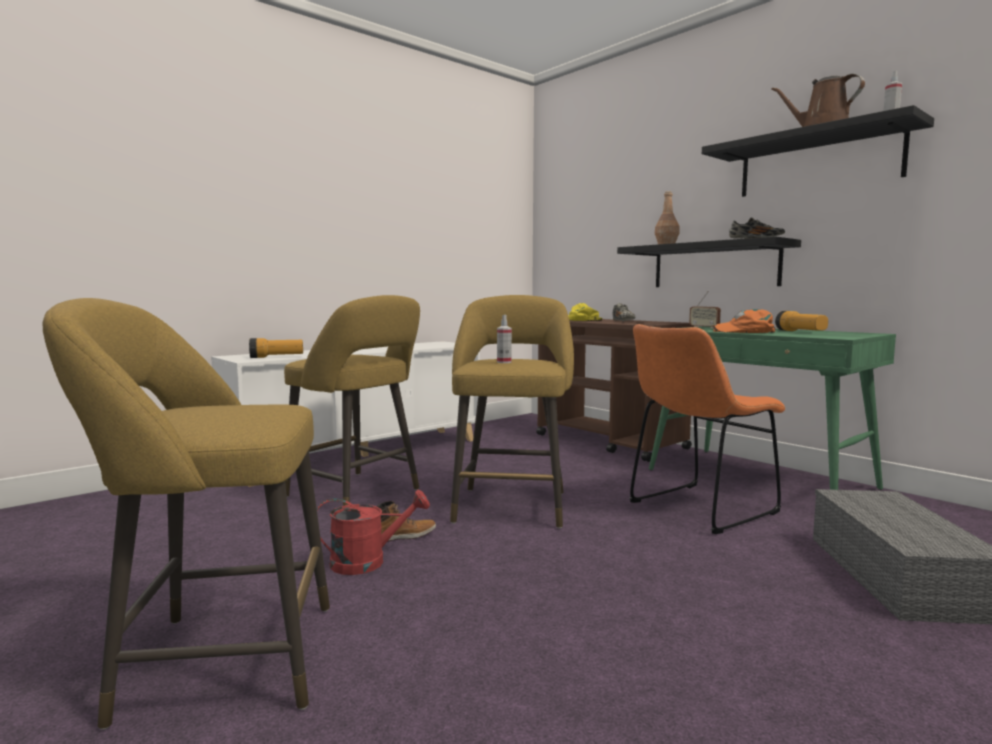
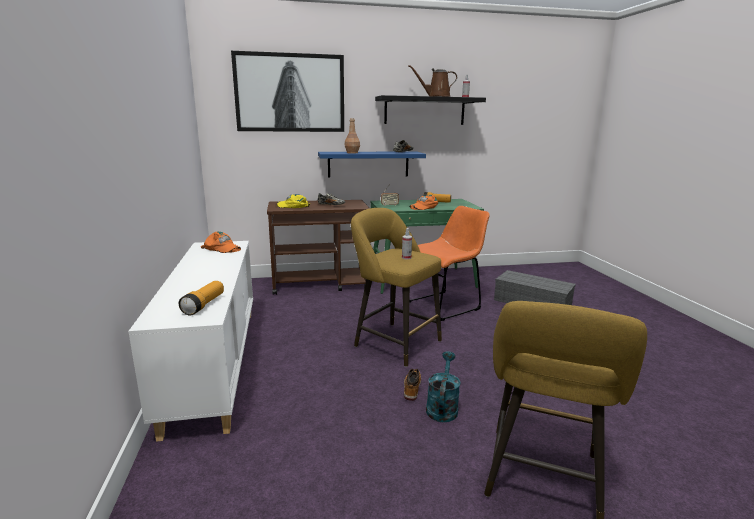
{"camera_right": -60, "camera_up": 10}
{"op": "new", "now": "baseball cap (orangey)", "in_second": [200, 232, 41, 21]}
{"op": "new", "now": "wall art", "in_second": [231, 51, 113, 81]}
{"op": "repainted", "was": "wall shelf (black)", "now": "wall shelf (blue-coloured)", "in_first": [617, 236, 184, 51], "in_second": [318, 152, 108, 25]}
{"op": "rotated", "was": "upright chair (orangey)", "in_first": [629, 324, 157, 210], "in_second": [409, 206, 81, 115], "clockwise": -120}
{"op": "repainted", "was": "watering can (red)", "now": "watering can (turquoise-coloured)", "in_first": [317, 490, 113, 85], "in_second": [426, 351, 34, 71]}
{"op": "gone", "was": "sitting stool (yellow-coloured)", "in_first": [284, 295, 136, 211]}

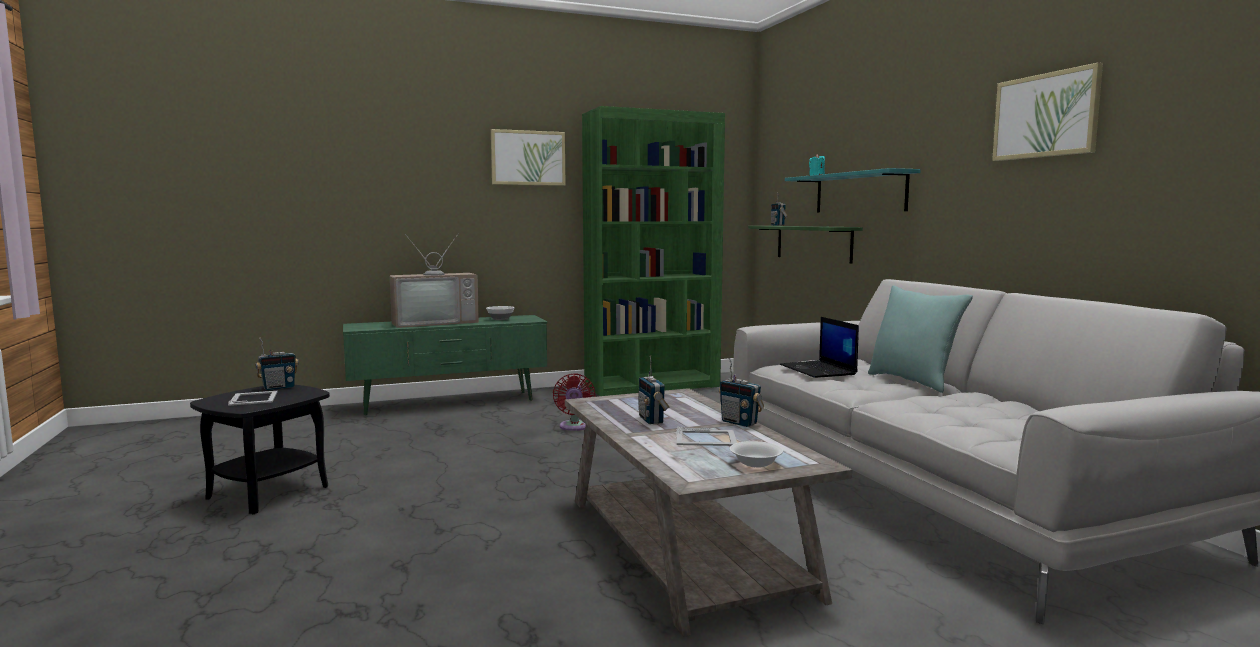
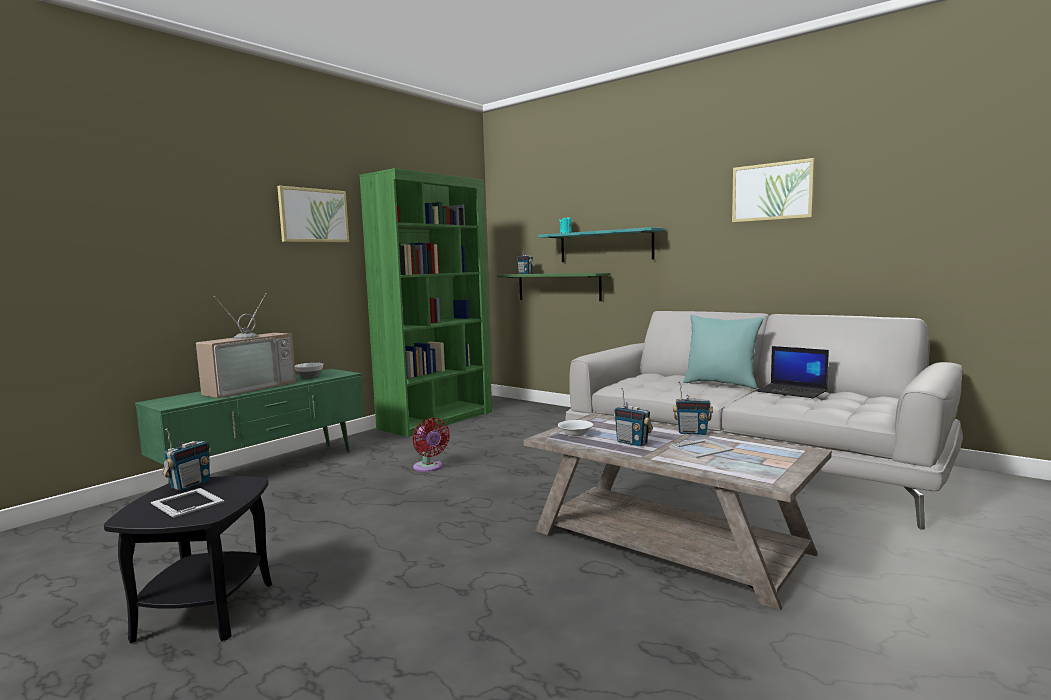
{"camera_right": -30, "camera_up": 0}
{"op": "shifted", "was": "bowl (white)", "in_first": [730, 441, 53, 27], "in_second": [558, 420, 35, 17]}
{"op": "shifted", "was": "notebook computer", "in_first": [780, 317, 79, 61], "in_second": [756, 346, 73, 52]}

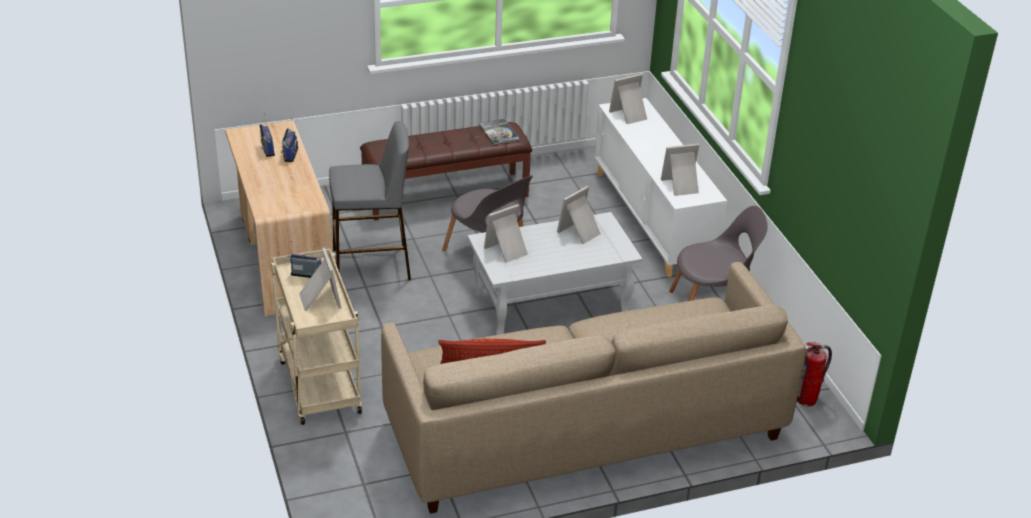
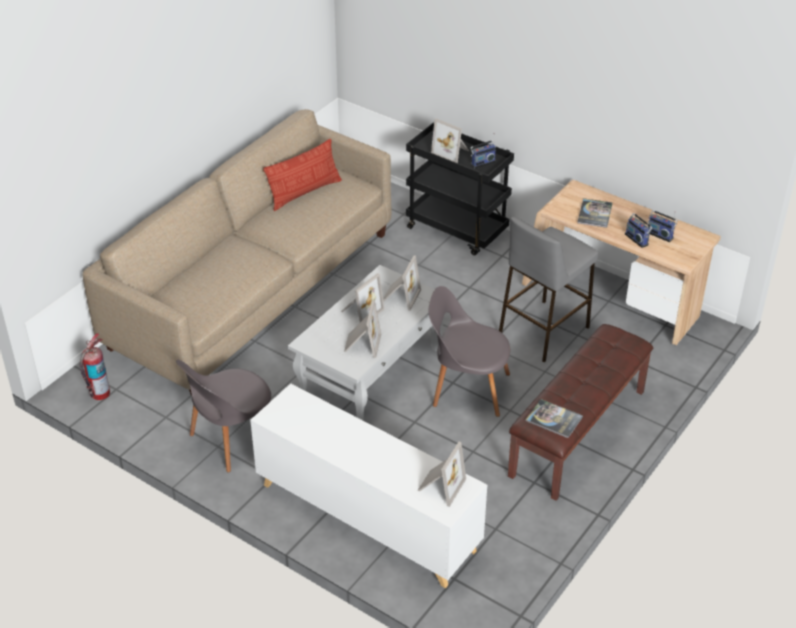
{"camera_right": 145, "camera_up": 5}
{"op": "shifted", "was": "photo frame", "in_first": [661, 144, 38, 52], "in_second": [341, 273, 44, 49]}
{"op": "repainted", "was": "trolley (sand-coloured)", "now": "trolley (black)", "in_first": [271, 249, 91, 176], "in_second": [406, 123, 108, 133]}
{"op": "new", "now": "book", "in_second": [577, 198, 36, 30]}

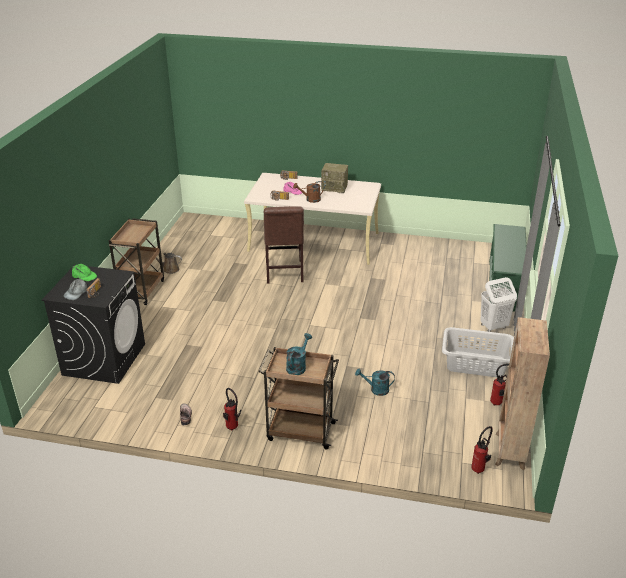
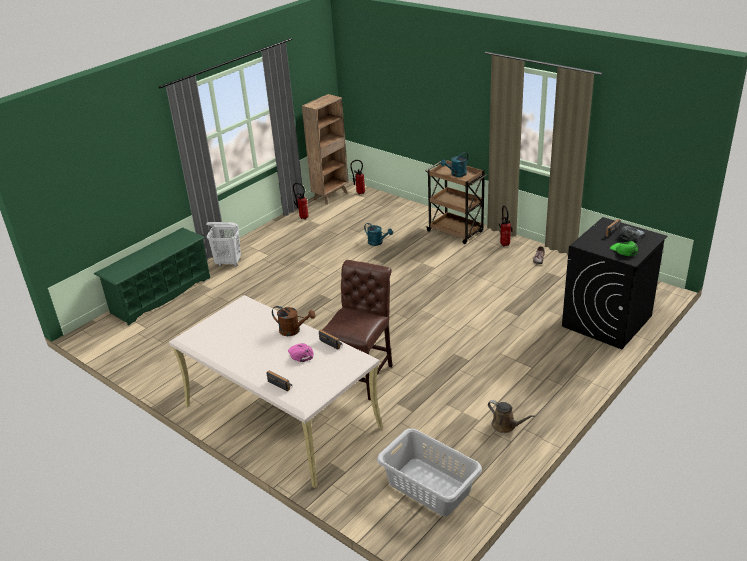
{"camera_right": -150, "camera_up": 0}
{"op": "shifted", "was": "washing basket (greyish)", "in_first": [442, 327, 72, 50], "in_second": [377, 429, 105, 87]}
{"op": "gone", "was": "trolley (brownish)", "in_first": [109, 218, 55, 87]}
{"op": "gone", "was": "radio receiver", "in_first": [321, 163, 27, 30]}

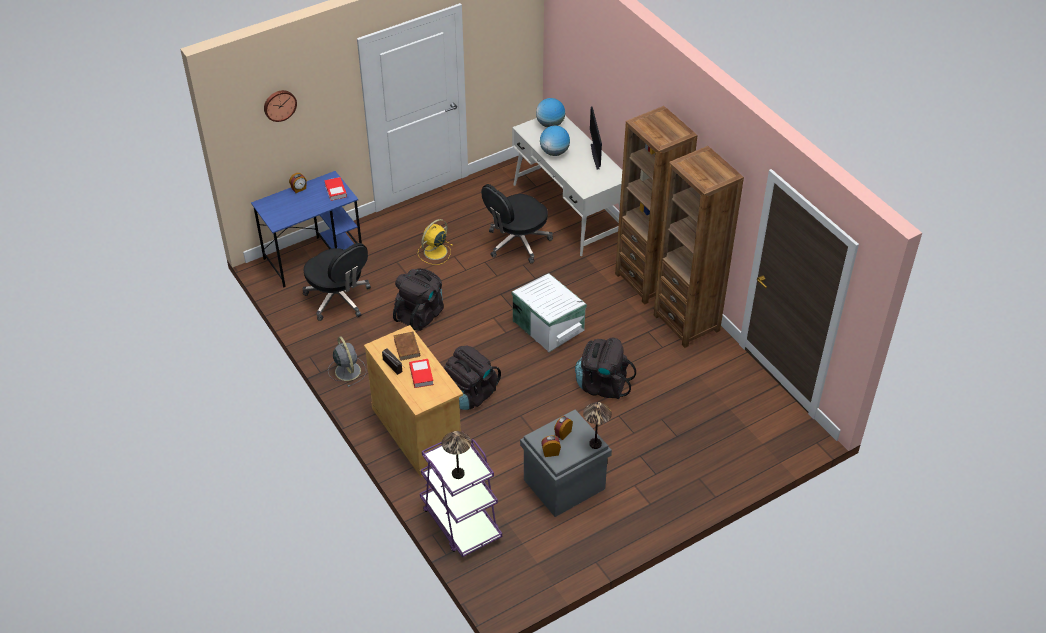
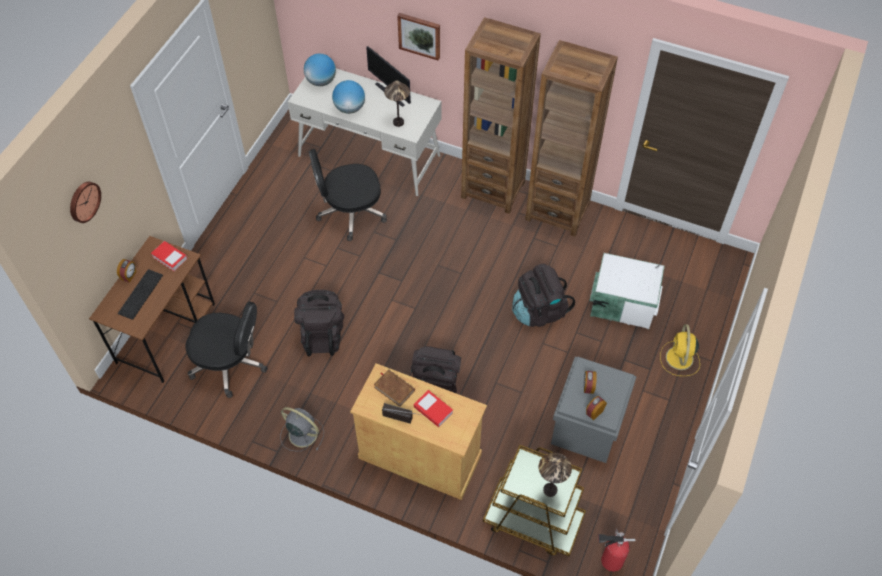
{"camera_right": -35, "camera_up": 10}
{"op": "repainted", "was": "desk unit (blue-coloured)", "now": "desk unit (brownish)", "in_first": [251, 171, 111, 117], "in_second": [89, 236, 126, 147]}
{"op": "new", "now": "PC keyboard", "in_second": [118, 269, 45, 51]}
{"op": "rotated", "was": "desk chair (black)", "in_first": [481, 184, 72, 79], "in_second": [309, 149, 78, 92], "clockwise": 60}
{"op": "shifted", "was": "table lamp", "in_first": [583, 402, 29, 47], "in_second": [384, 81, 26, 46]}
{"op": "new", "now": "wall art", "in_second": [397, 13, 43, 48]}
{"op": "repainted", "was": "trolley (purple)", "now": "trolley (brownish)", "in_first": [420, 439, 82, 118], "in_second": [483, 445, 103, 111]}
{"op": "shifted", "was": "storage container (white)", "in_first": [512, 273, 75, 80], "in_second": [589, 253, 76, 76]}
{"op": "new", "now": "fire extinguisher", "in_second": [598, 528, 37, 44]}
{"op": "shifted", "was": "cooling fan (yellow-coloured)", "in_first": [418, 219, 35, 46], "in_second": [660, 324, 40, 52]}

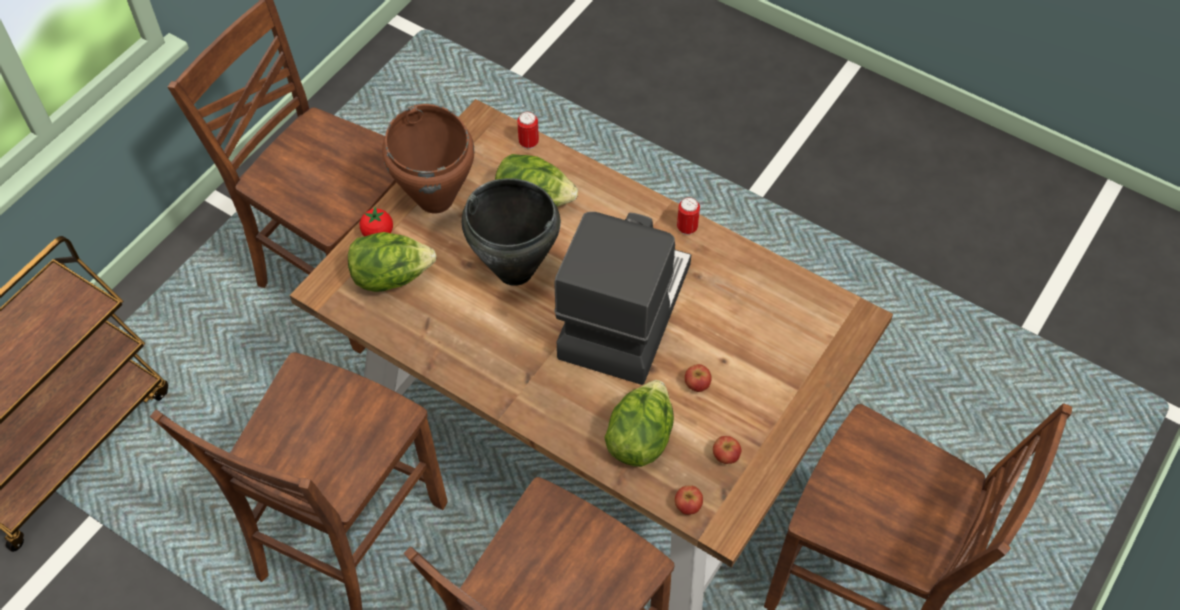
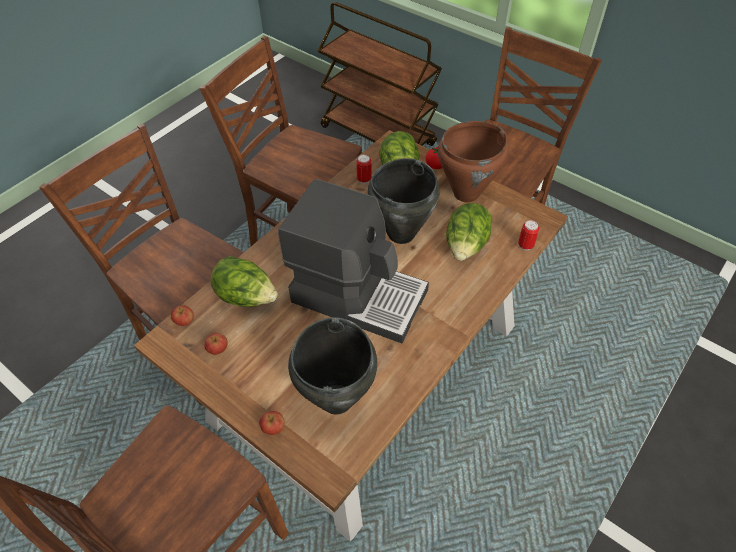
{"camera_right": 95, "camera_up": -5}
{"op": "shifted", "was": "whole apple", "in_first": [685, 364, 27, 28], "in_second": [259, 411, 26, 24]}
{"op": "new", "now": "saucepot (black)", "in_second": [288, 317, 89, 97]}
{"op": "shifted", "was": "can", "in_first": [677, 197, 23, 38], "in_second": [356, 155, 15, 29]}

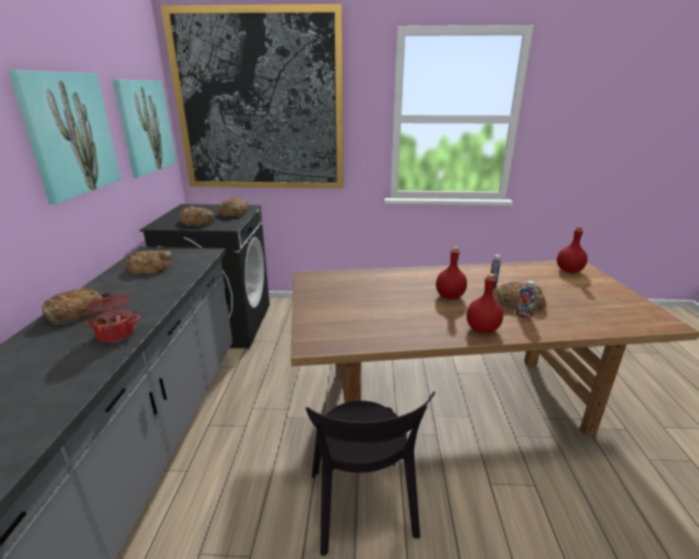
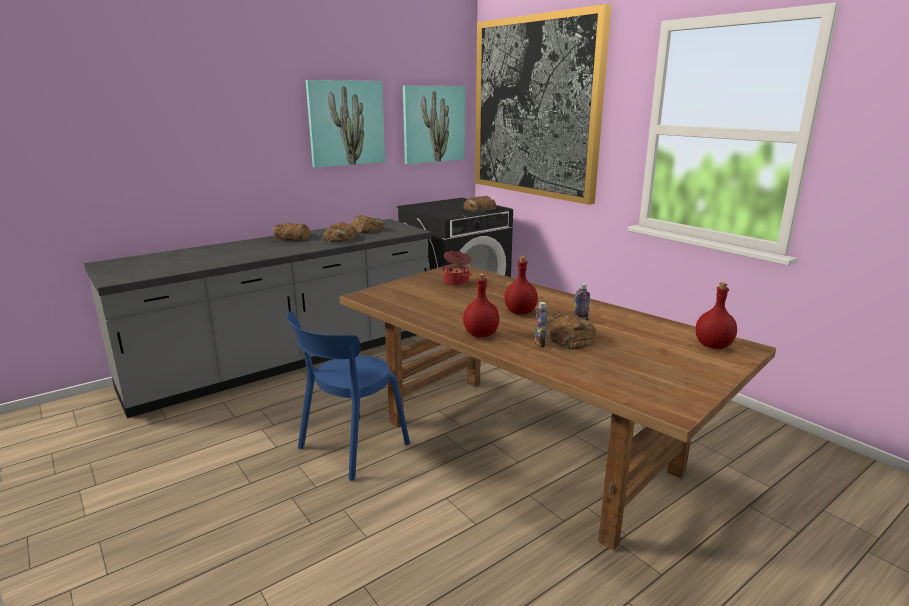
{"camera_right": 50, "camera_up": -5}
{"op": "repainted", "was": "upright chair (black)", "now": "upright chair (blue-coloured)", "in_first": [306, 391, 129, 165], "in_second": [287, 311, 123, 170]}
{"op": "shifted", "was": "baked bread", "in_first": [179, 206, 36, 21], "in_second": [323, 222, 34, 20]}
{"op": "shifted", "was": "saucepot", "in_first": [85, 293, 55, 50], "in_second": [441, 251, 31, 35]}

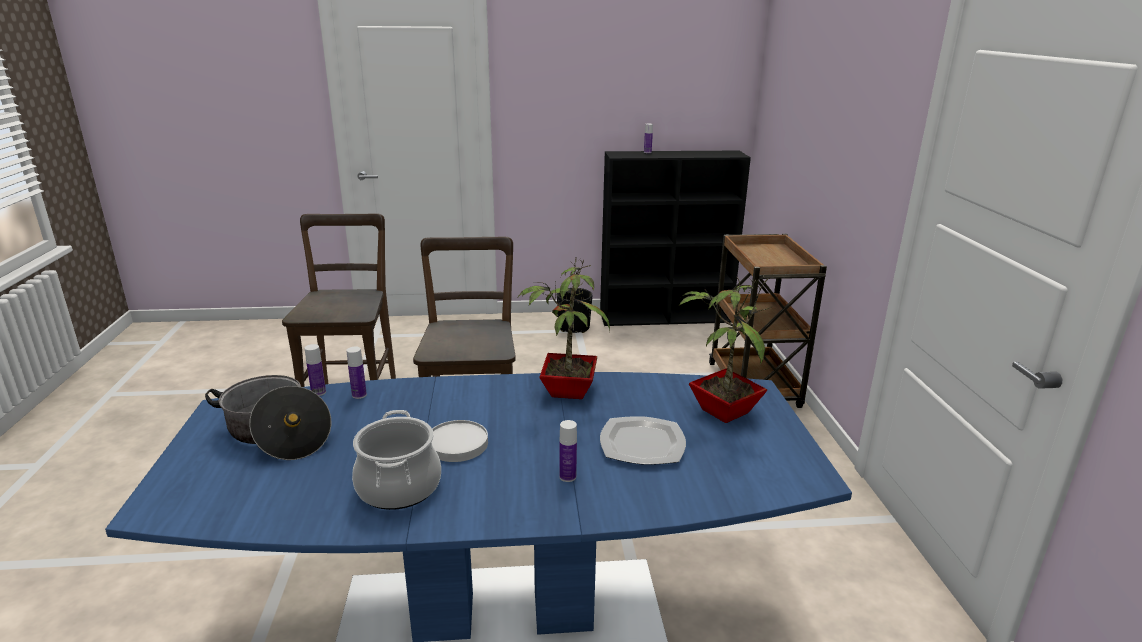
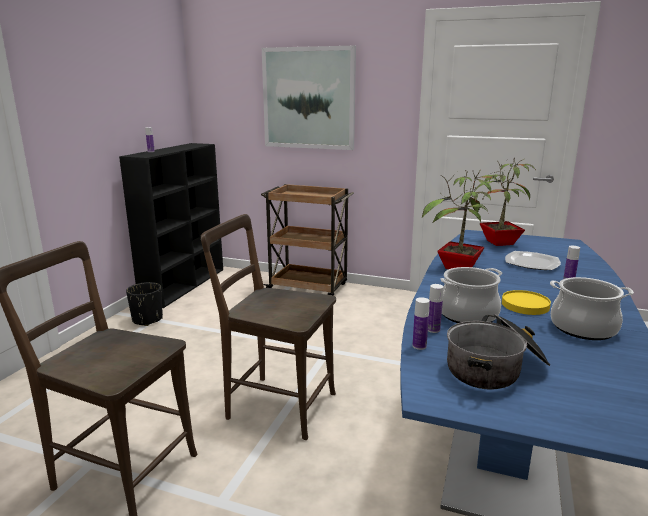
{"camera_right": -65, "camera_up": -5}
{"op": "new", "now": "wall art", "in_second": [262, 46, 94, 104]}
{"op": "new", "now": "saucepot", "in_second": [440, 267, 62, 56]}
{"op": "repainted", "was": "plate (white)", "now": "plate (yellow-coloured)", "in_first": [432, 420, 56, 42], "in_second": [502, 290, 49, 25]}

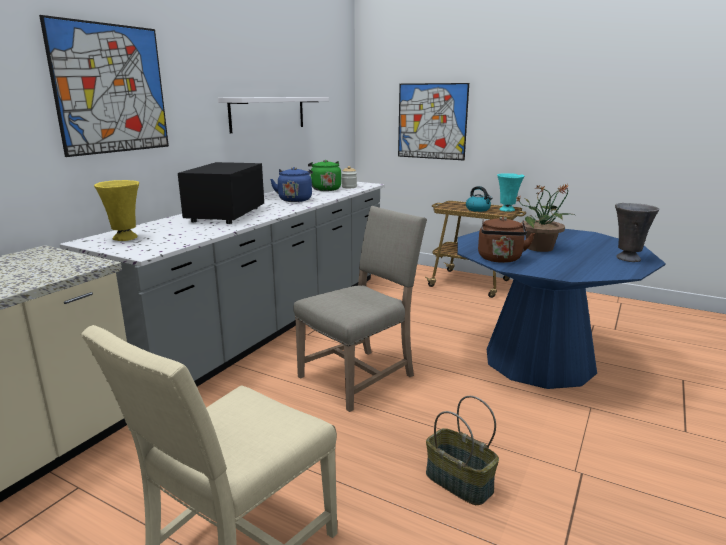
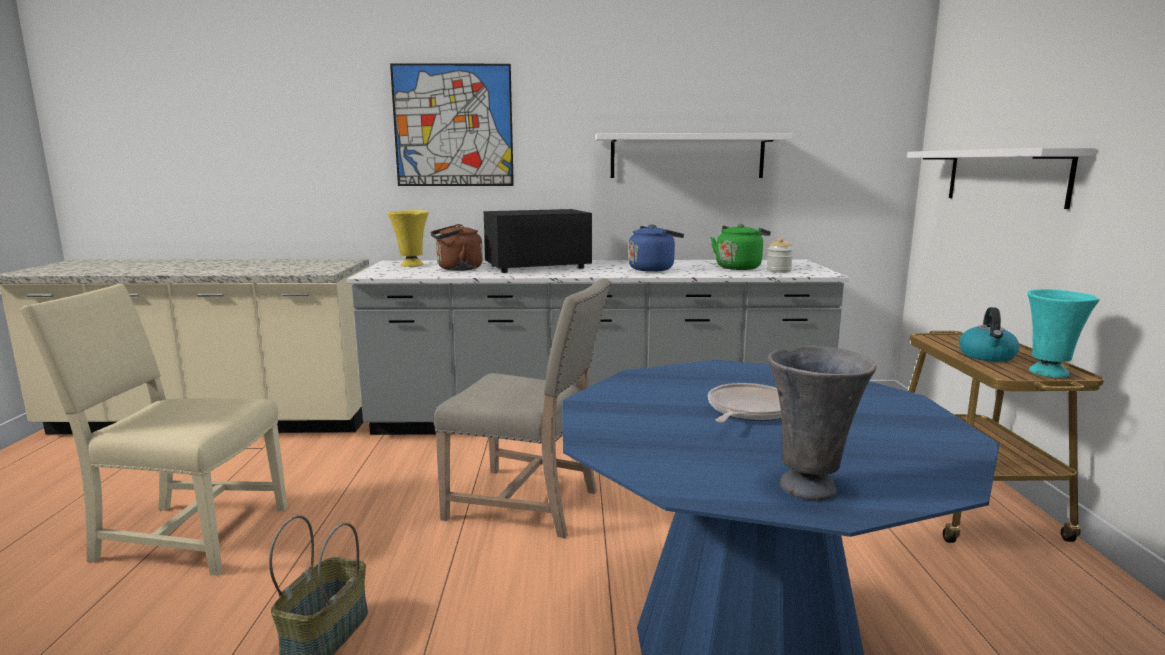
{"camera_right": 60, "camera_up": -5}
{"op": "shifted", "was": "kettle (brownish)", "in_first": [478, 217, 57, 46], "in_second": [430, 224, 53, 47]}
{"op": "swapped", "was": "potted plant", "now": "skillet", "in_first": [515, 184, 61, 68], "in_second": [708, 383, 73, 40]}
{"op": "swapped", "was": "wall art", "now": "wall shelf (white)", "in_first": [398, 83, 71, 77], "in_second": [907, 148, 190, 61]}

